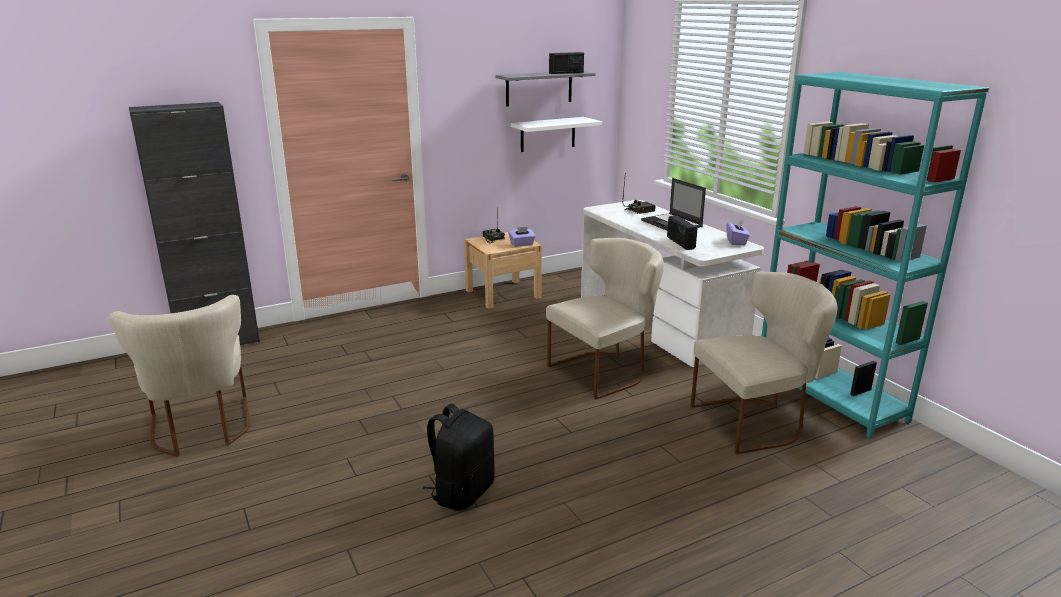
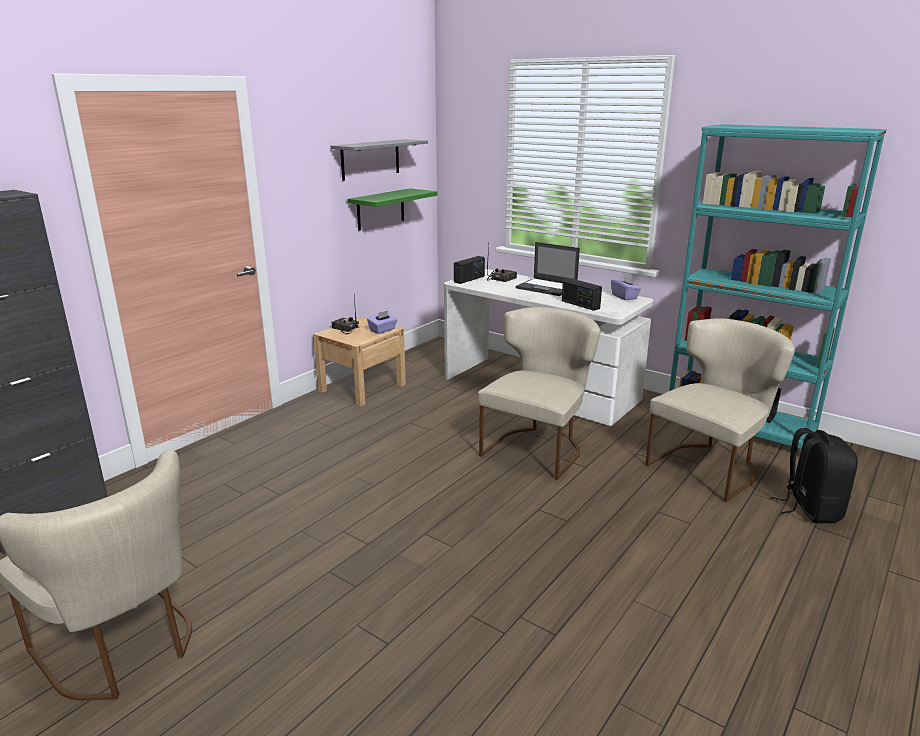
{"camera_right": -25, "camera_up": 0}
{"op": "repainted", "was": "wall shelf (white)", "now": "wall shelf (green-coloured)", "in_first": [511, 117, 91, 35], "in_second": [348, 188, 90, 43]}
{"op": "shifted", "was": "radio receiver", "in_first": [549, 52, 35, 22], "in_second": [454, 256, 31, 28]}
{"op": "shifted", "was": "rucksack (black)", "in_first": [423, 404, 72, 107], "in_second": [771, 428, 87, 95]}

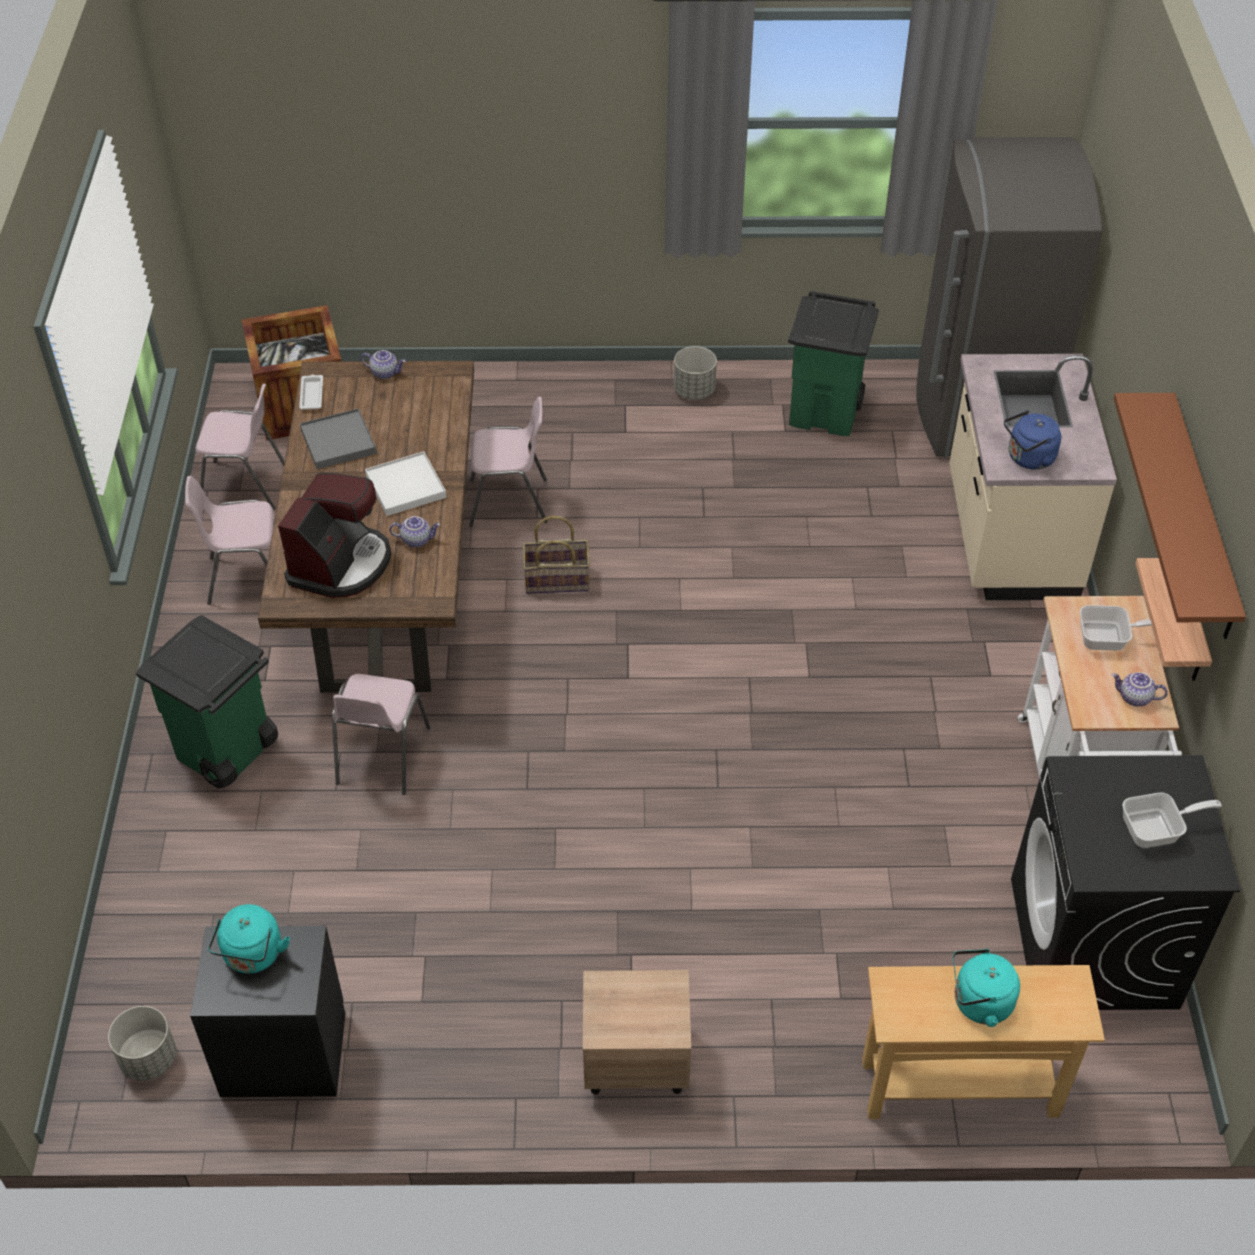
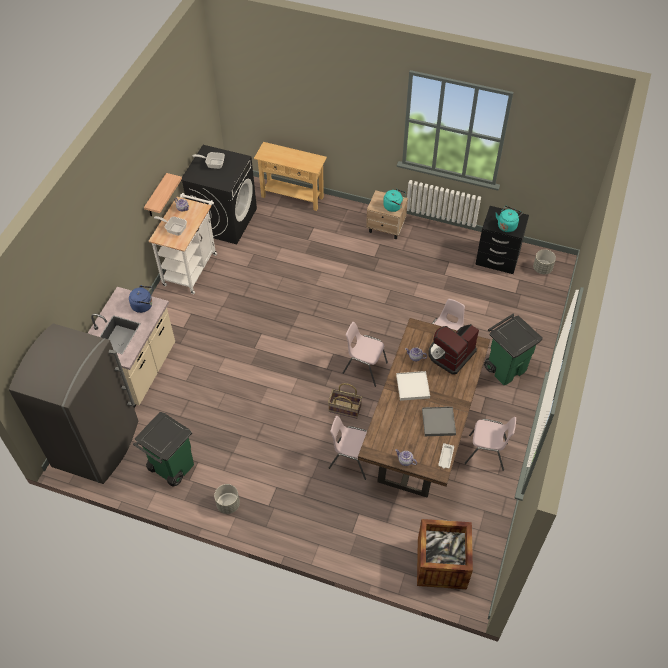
{"camera_right": -160, "camera_up": 5}
{"op": "shifted", "was": "upright chair (pink-coloured)", "in_first": [195, 384, 90, 126], "in_second": [343, 322, 45, 65]}
{"op": "shifted", "was": "kettle (turquoise-coloured)", "in_first": [953, 949, 67, 78], "in_second": [383, 189, 23, 23]}
{"op": "gone", "was": "wall shelf (brownish)", "in_first": [1114, 393, 132, 246]}

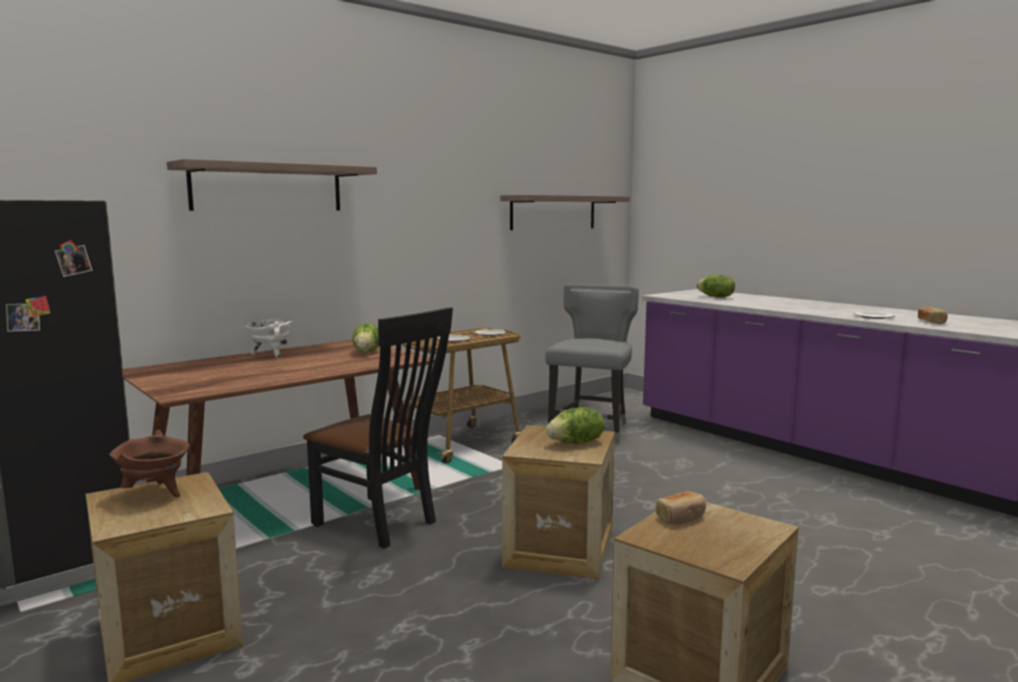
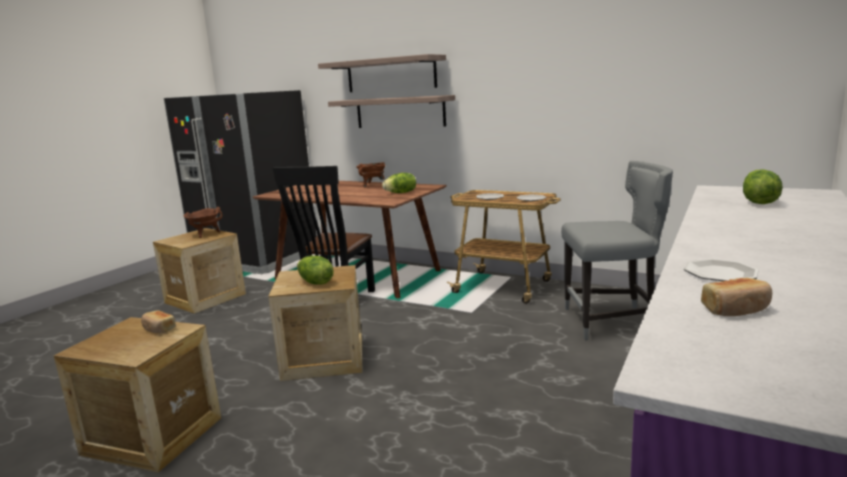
{"camera_right": 70, "camera_up": 5}
{"op": "shifted", "was": "wall shelf", "in_first": [500, 195, 130, 35], "in_second": [328, 95, 127, 33]}
{"op": "repainted", "was": "saucepot (white)", "now": "saucepot (brownish)", "in_first": [244, 318, 50, 41], "in_second": [356, 162, 29, 25]}

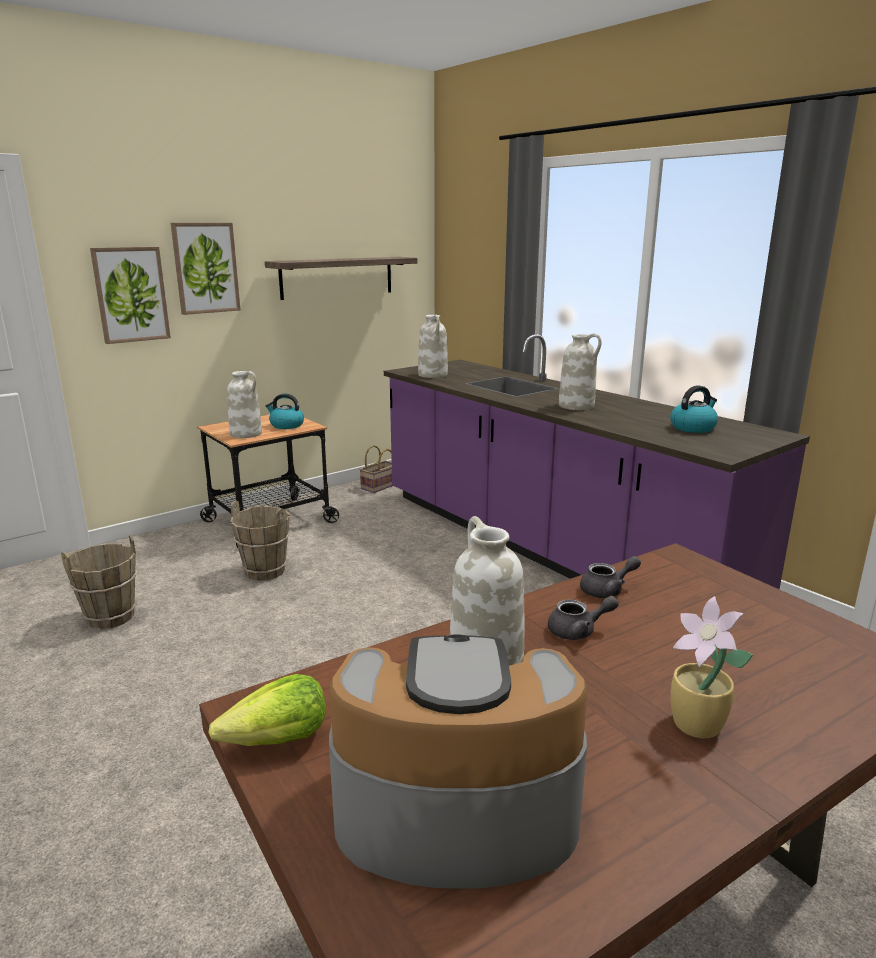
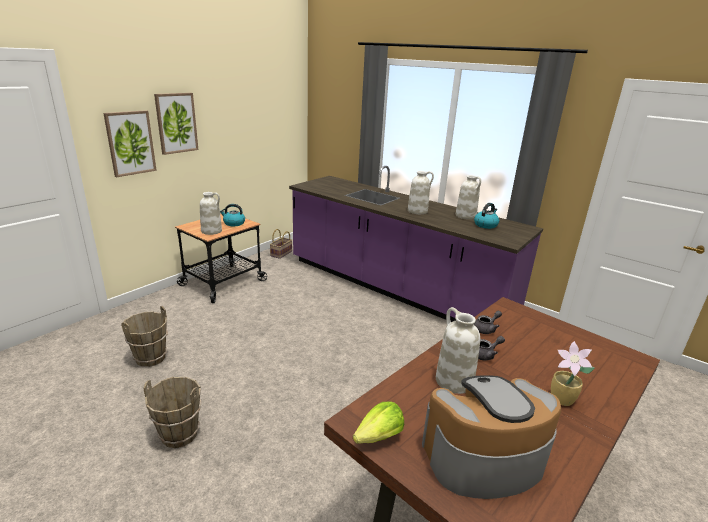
{"camera_right": -15, "camera_up": 5}
{"op": "shifted", "was": "pail (brownish)", "in_first": [230, 501, 60, 80], "in_second": [143, 377, 58, 71]}
{"op": "shifted", "was": "vase (white)", "in_first": [418, 315, 30, 63], "in_second": [456, 175, 25, 44]}
{"op": "gone", "was": "wall shelf", "in_first": [265, 257, 152, 43]}

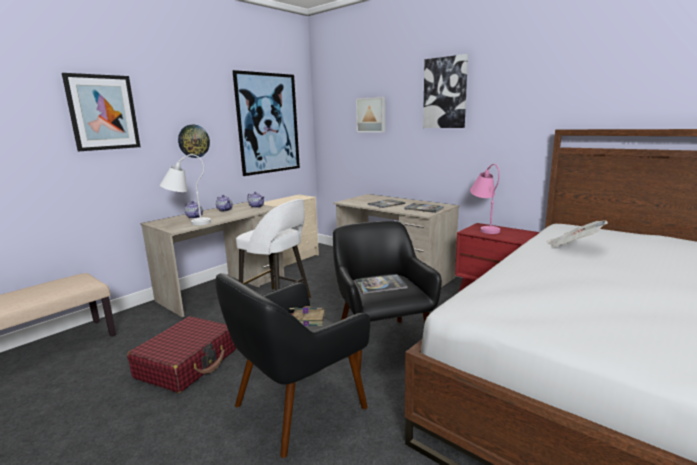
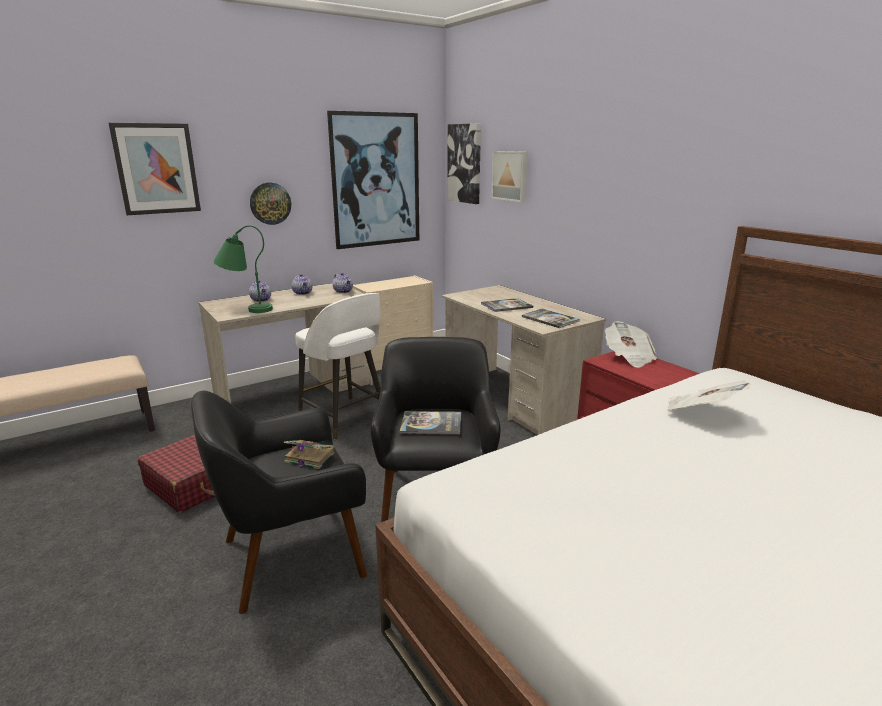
{"camera_right": 15, "camera_up": 5}
{"op": "repainted", "was": "table lamp (white)", "now": "table lamp (green-coloured)", "in_first": [160, 154, 51, 71], "in_second": [214, 225, 59, 88]}
{"op": "shifted", "was": "wall art", "in_first": [423, 54, 45, 74], "in_second": [447, 123, 34, 81]}
{"op": "swapped", "was": "table lamp (pink-coloured)", "now": "daily paper", "in_first": [470, 164, 30, 70], "in_second": [605, 321, 52, 47]}

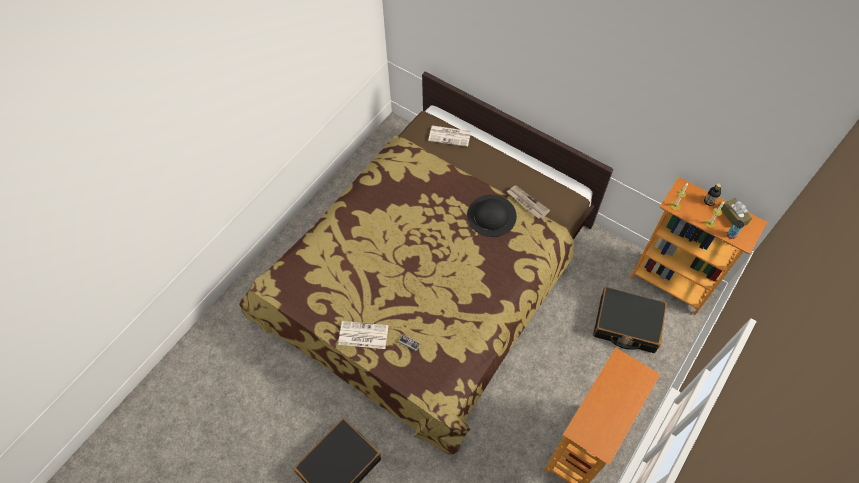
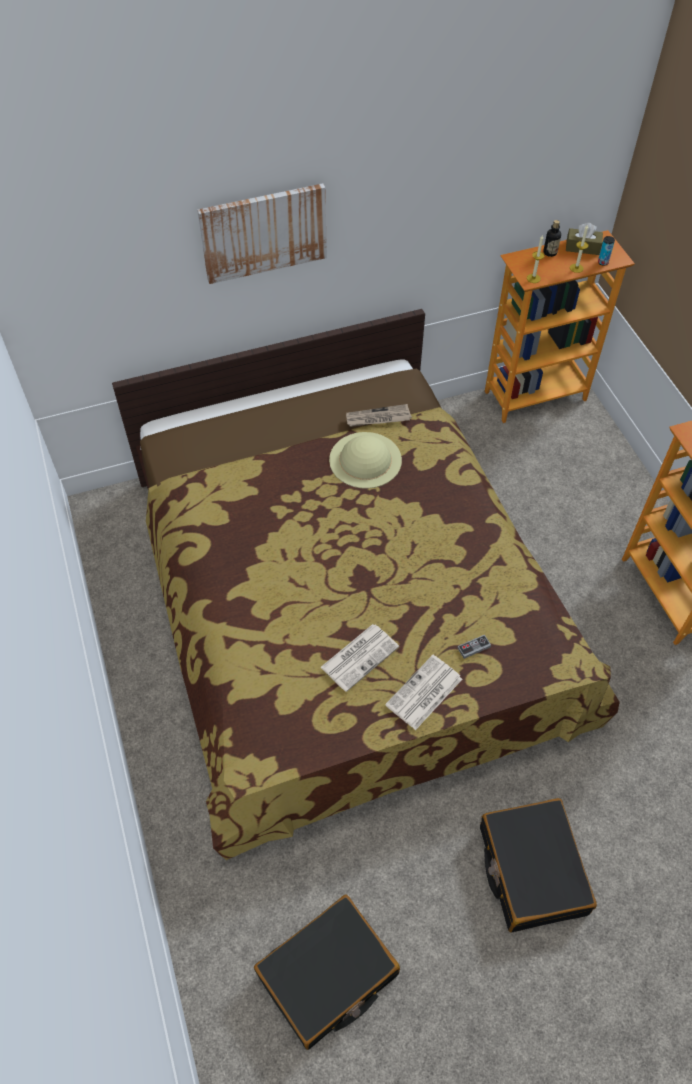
{"camera_right": -55, "camera_up": -5}
{"op": "new", "now": "wall art", "in_second": [197, 183, 130, 101]}
{"op": "shifted", "was": "suitcase (black)", "in_first": [593, 287, 74, 66], "in_second": [254, 894, 146, 156]}
{"op": "shifted", "was": "daily paper", "in_first": [428, 126, 43, 21], "in_second": [320, 624, 79, 68]}
{"op": "repainted", "was": "wearable hat (black)", "now": "wearable hat (sand-coloured)", "in_first": [467, 195, 50, 42], "in_second": [329, 432, 73, 57]}

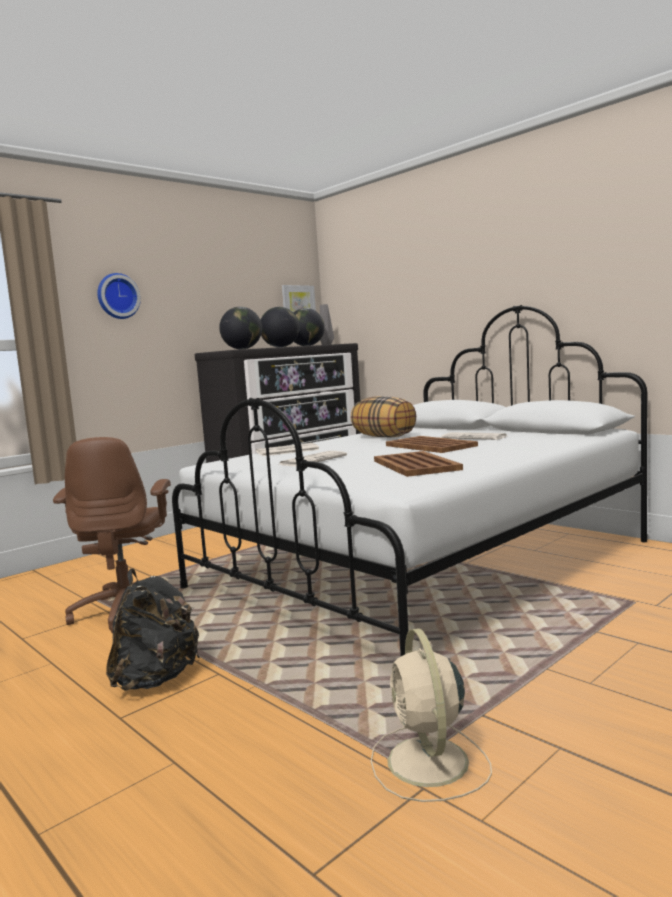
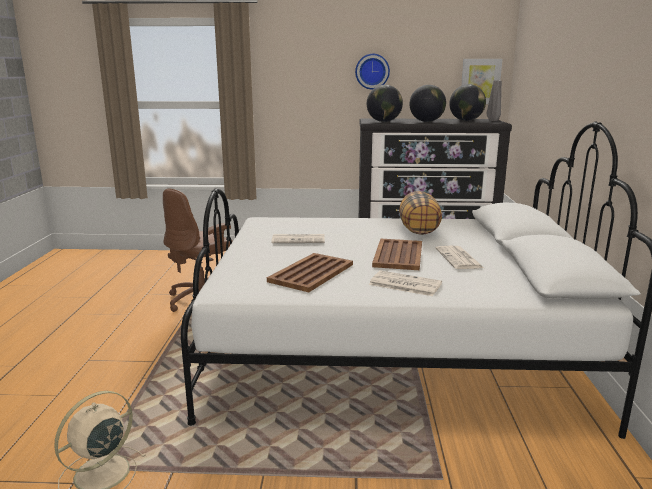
{"camera_right": 45, "camera_up": 10}
{"op": "shifted", "was": "clock on the wall", "in_first": [97, 273, 44, 46], "in_second": [355, 54, 35, 35]}
{"op": "shifted", "was": "daily paper", "in_first": [256, 443, 64, 13], "in_second": [369, 270, 73, 26]}
{"op": "gone", "was": "rucksack (black)", "in_first": [106, 568, 94, 123]}

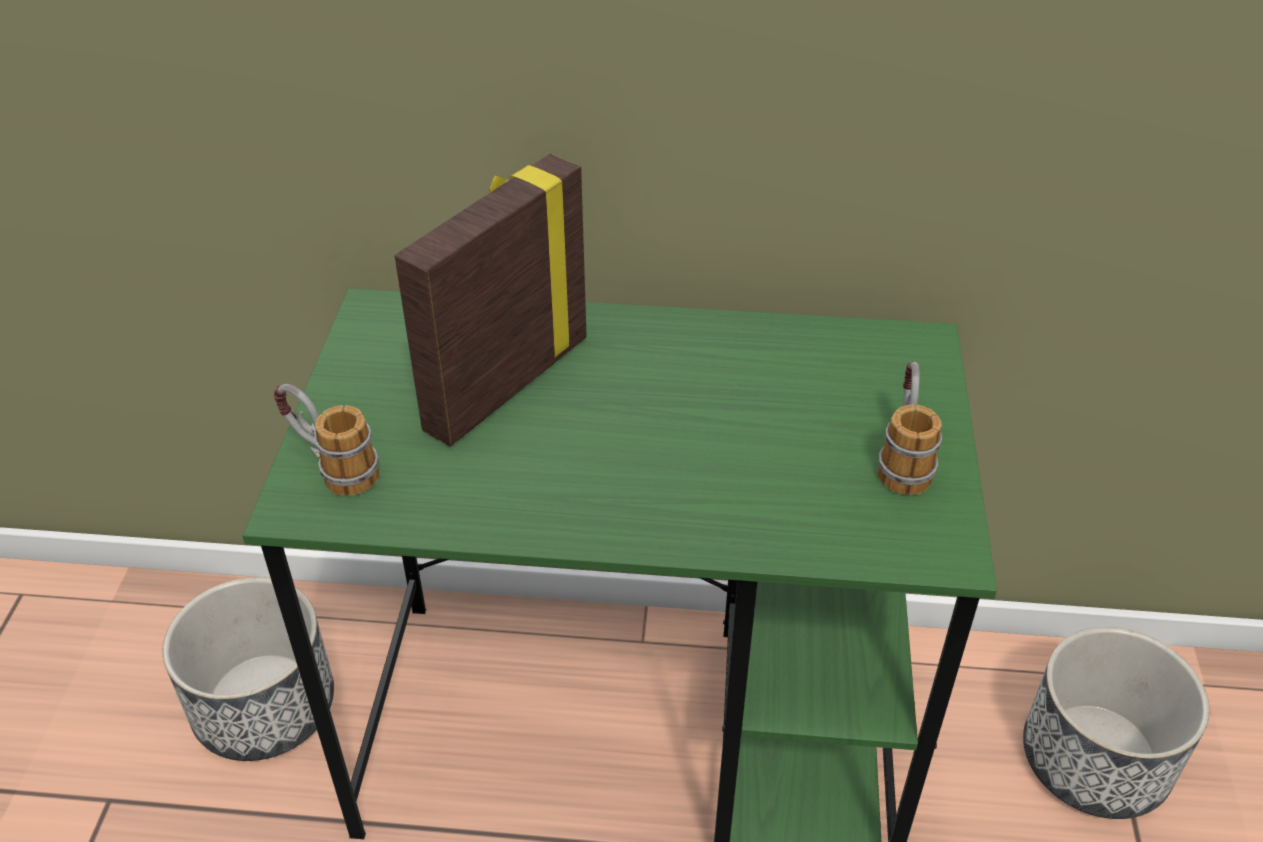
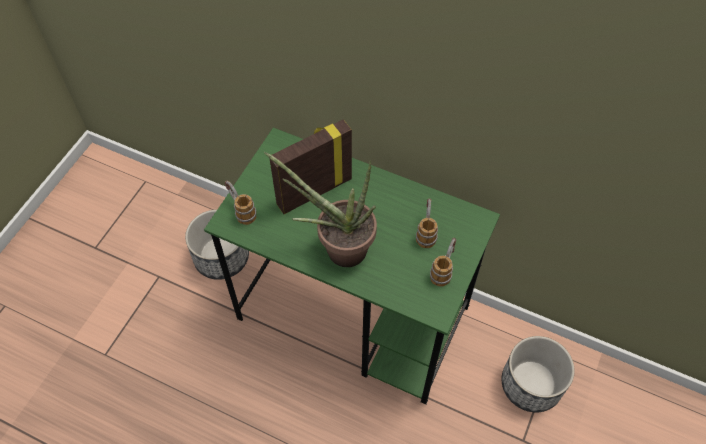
{"camera_right": 20, "camera_up": 15}
{"op": "new", "now": "potted plant", "in_second": [264, 152, 113, 115]}
{"op": "new", "now": "mug", "in_second": [416, 198, 22, 50]}

